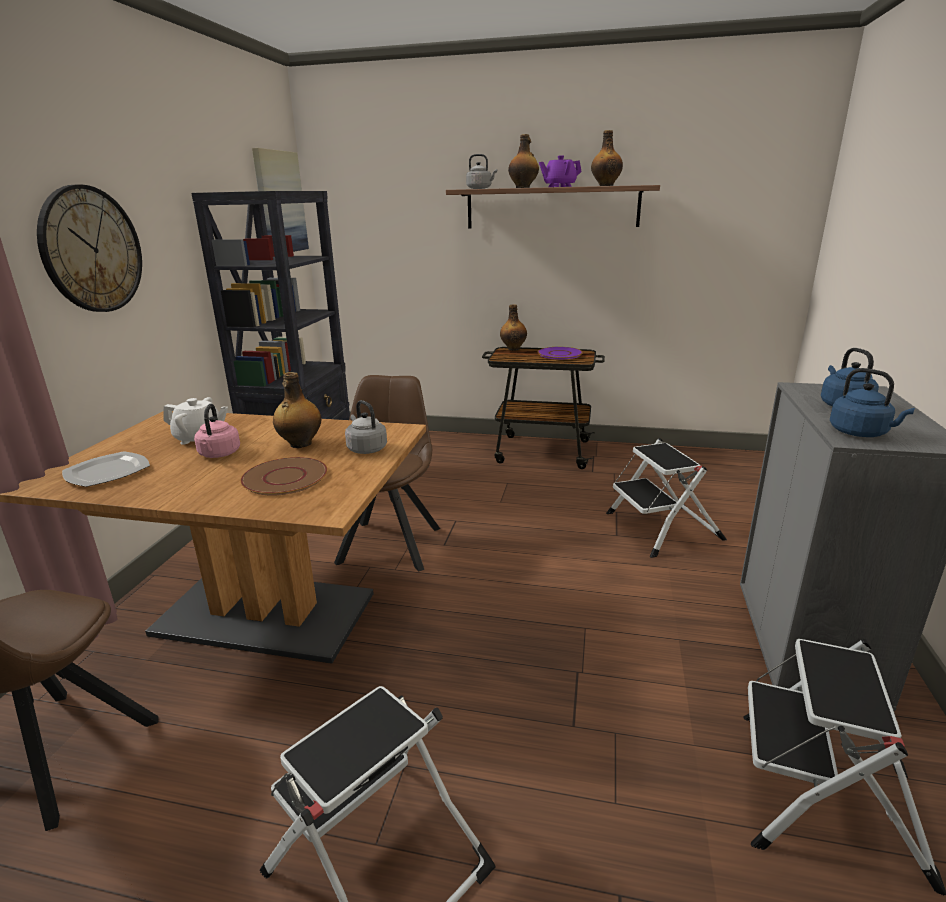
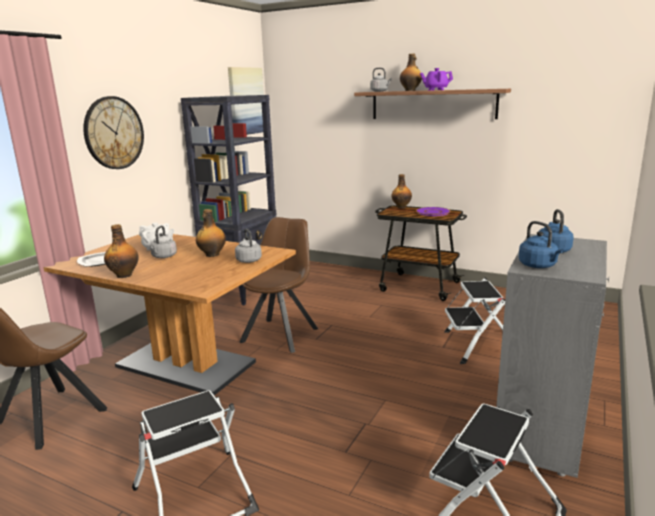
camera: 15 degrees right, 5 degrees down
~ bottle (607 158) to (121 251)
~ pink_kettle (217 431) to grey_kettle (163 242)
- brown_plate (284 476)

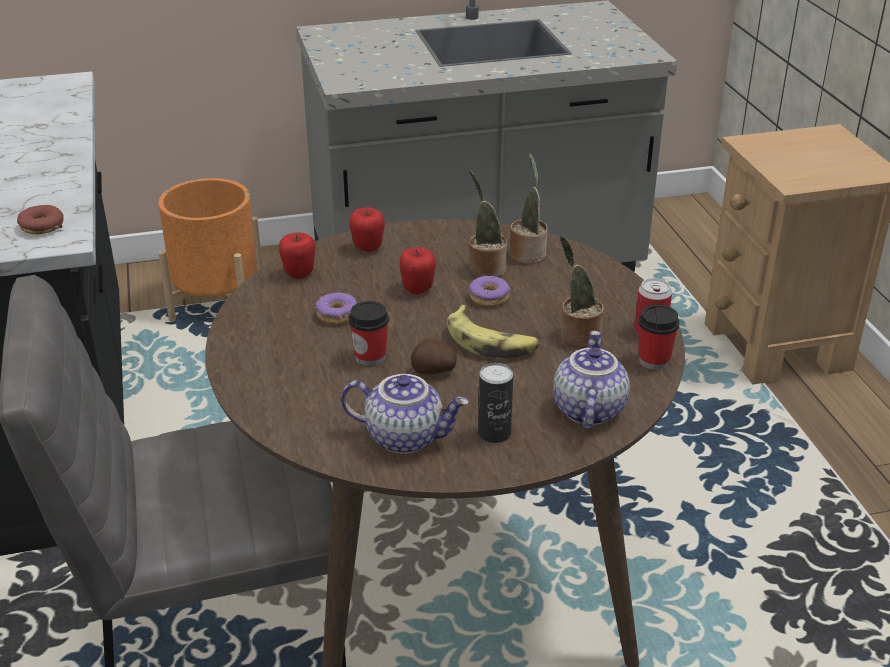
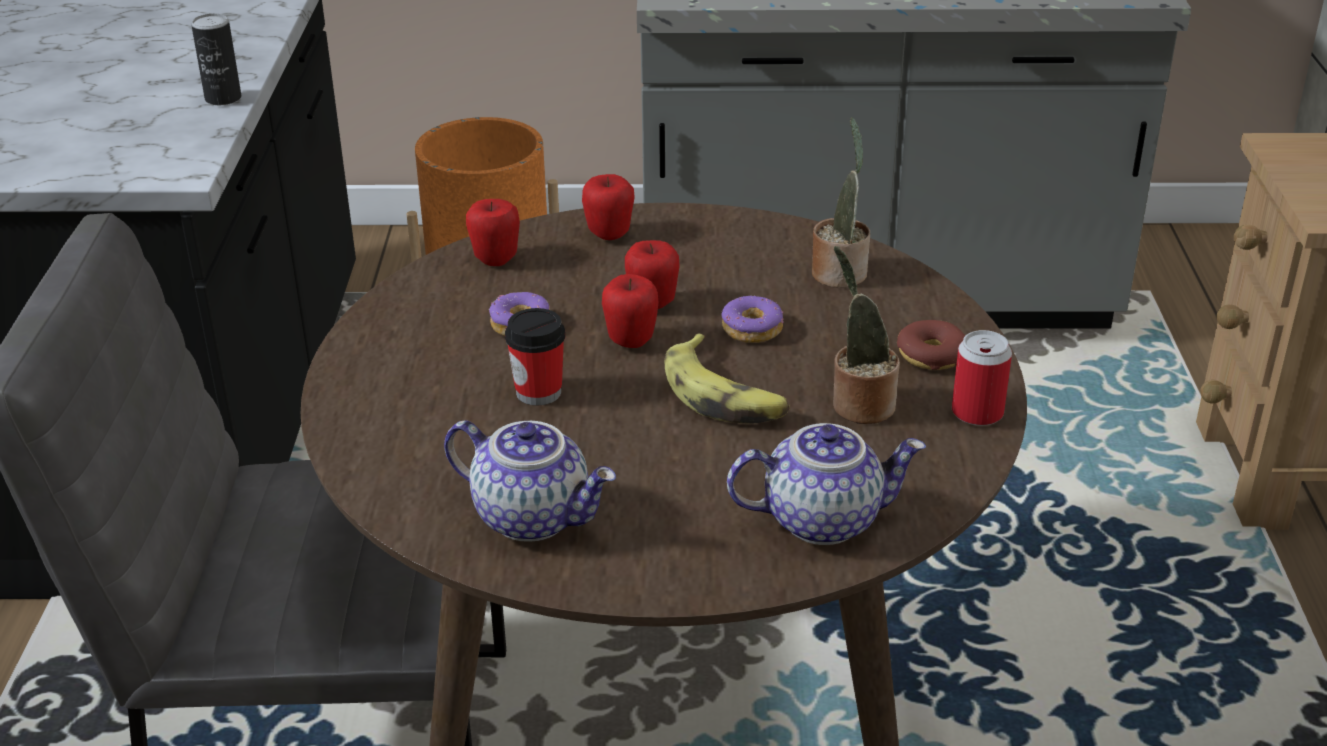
camera: 15 degrees right, 0 degrees up
- potted_plant (488 223)
~ donut (40 219) to (931 345)
- cup (659 337)
~ teapot (591 380) = (826 484) 60 degrees clockwise
- potato (434 356)
~ can (495 403) to (216 59)
+ apple (630 311)

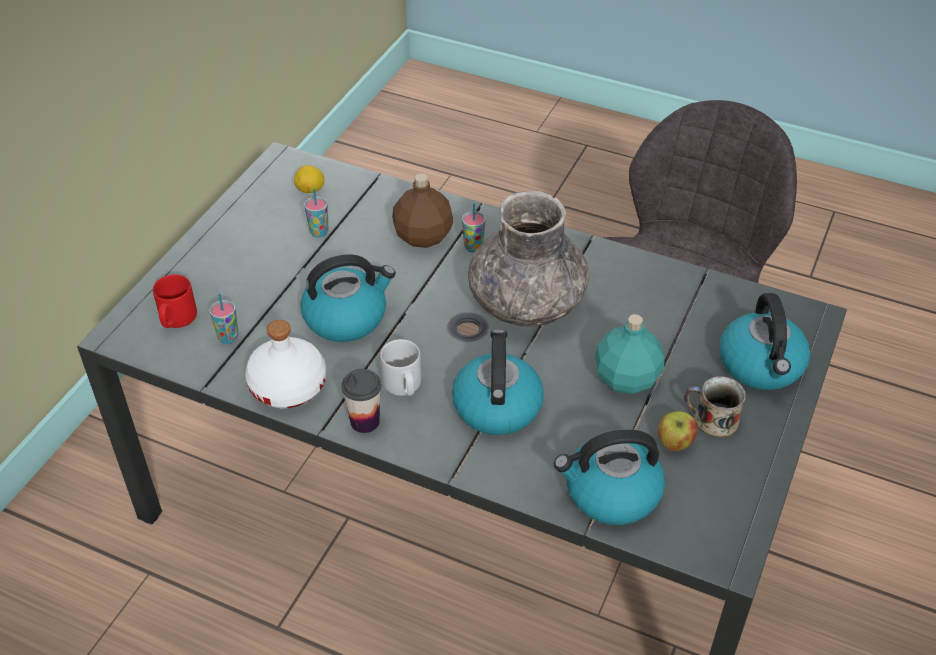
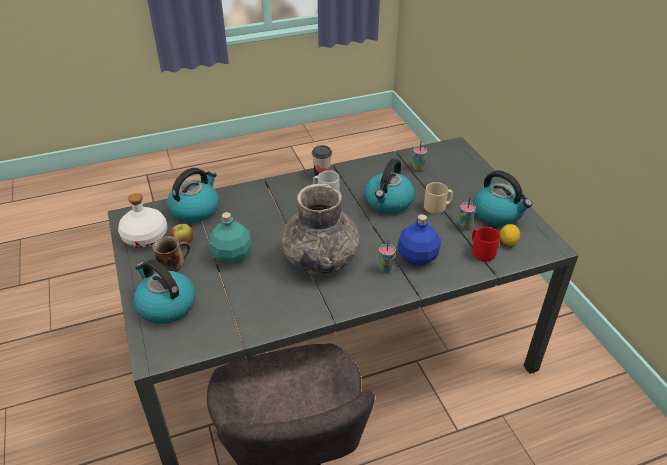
camera: 135 degrees right, 5 degrees down
~ brown_bottle (422 211) to blue_bottle (419 240)
~ red_mug (175 301) to (486 244)
~ white_bottle (285 364) to (142 220)
~ kettle (498 382) to (503 198)
+ beige_mug (438 198)

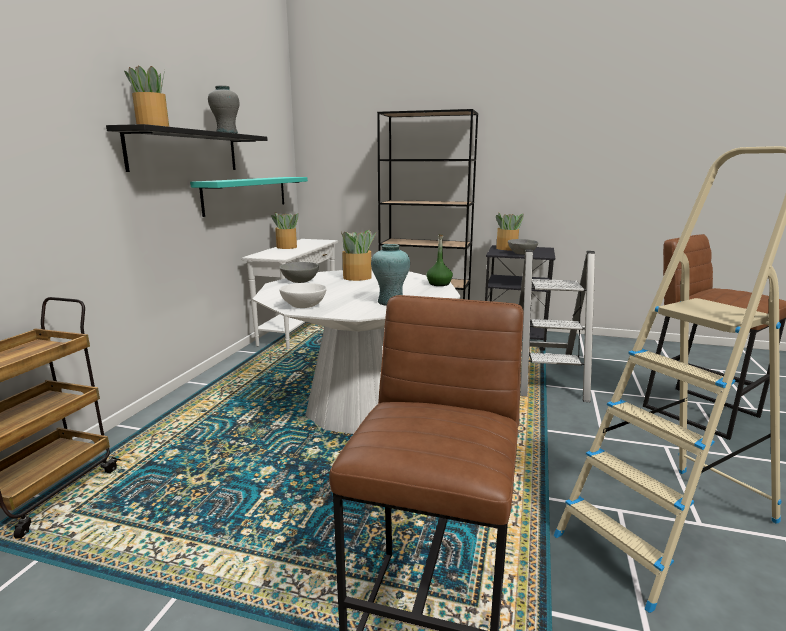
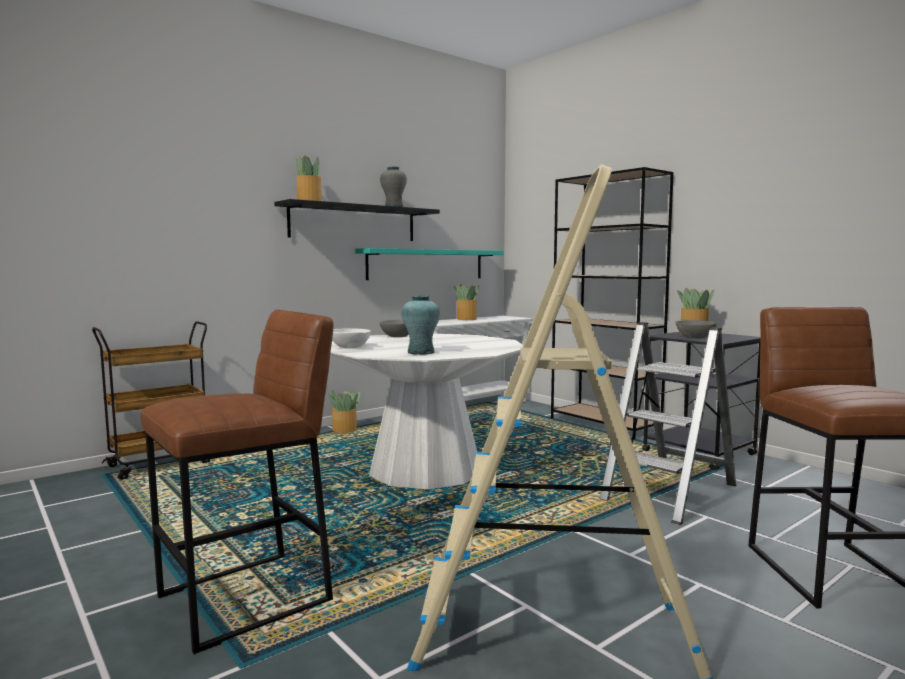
camera: 35 degrees right, 10 degrees down
~ potted_plant (359 255) to (344 411)
- green_bottle (439 260)

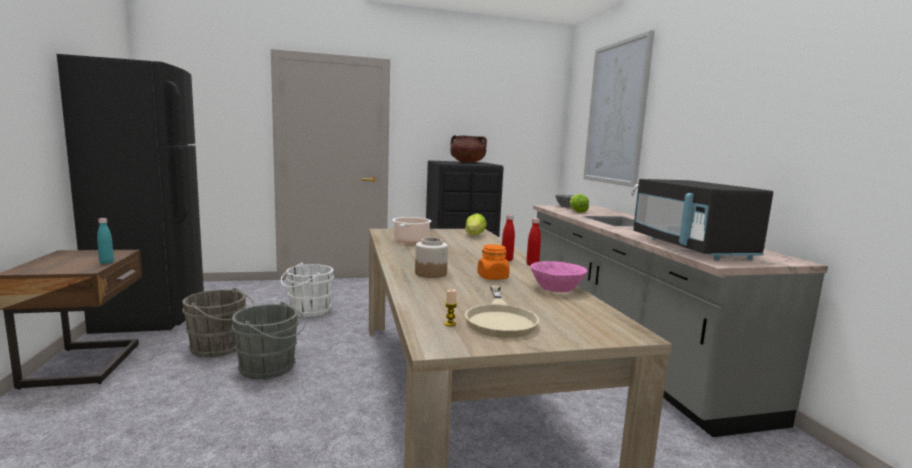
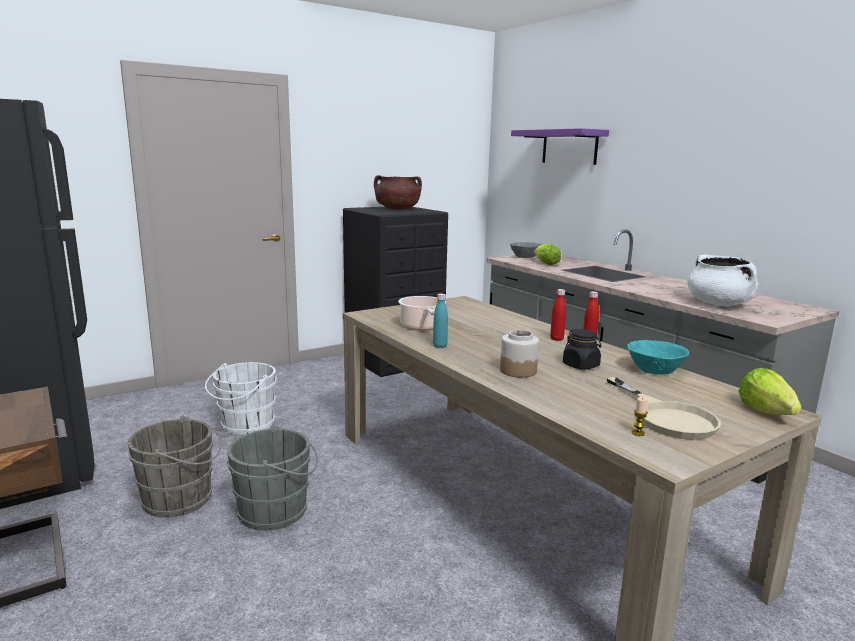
camera: 20 degrees left, 5 degrees up
~ picture (619 108) to purple_shelf (560 146)
~ black_microwave (703 220) to white_cooking_pot (723 281)
~ lettuce (476 224) to (769 391)
~ turquoise_bottle (105 241) to (440 321)
~ orange_jar (493 262) to black_jar (582 349)
~ pink_bowl (558 276) to turquoise_bowl (658 357)

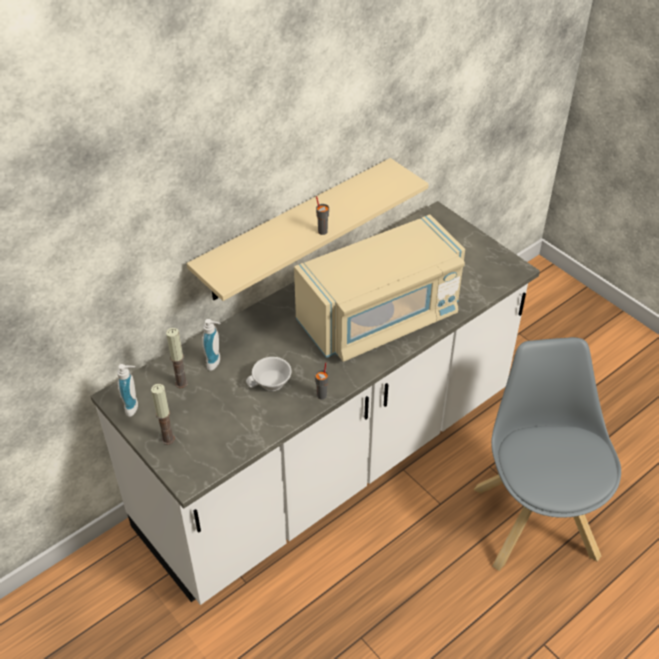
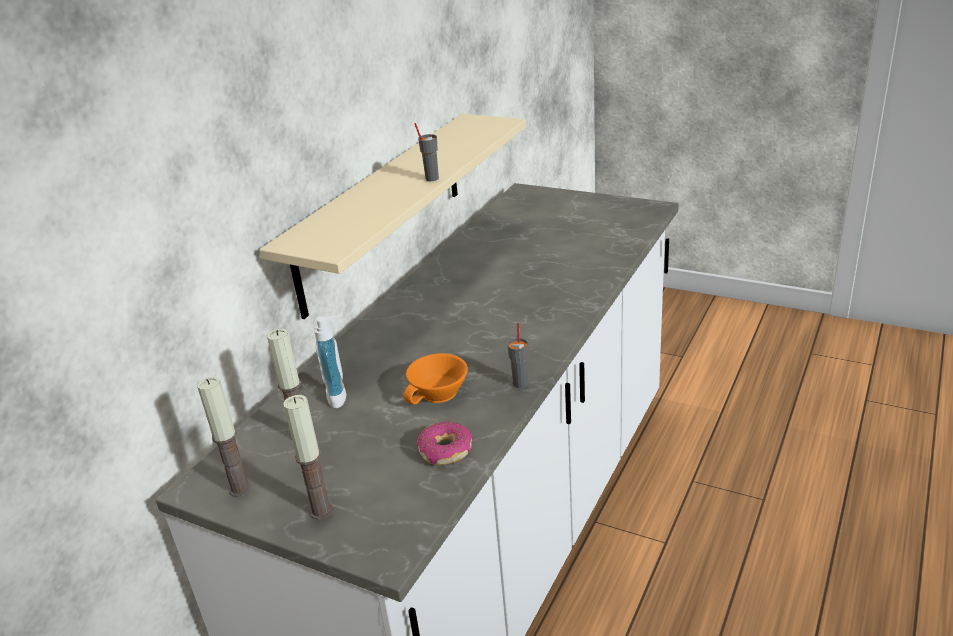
camera: 20 degrees left, 15 degrees down
- beige_microwave (379 288)
- grey_chair (547 454)
~ white_cup (269 374) to orange_cup (435 379)
~ soap_dispenser (127 390) to candle (224 436)
+ donut (445 443)

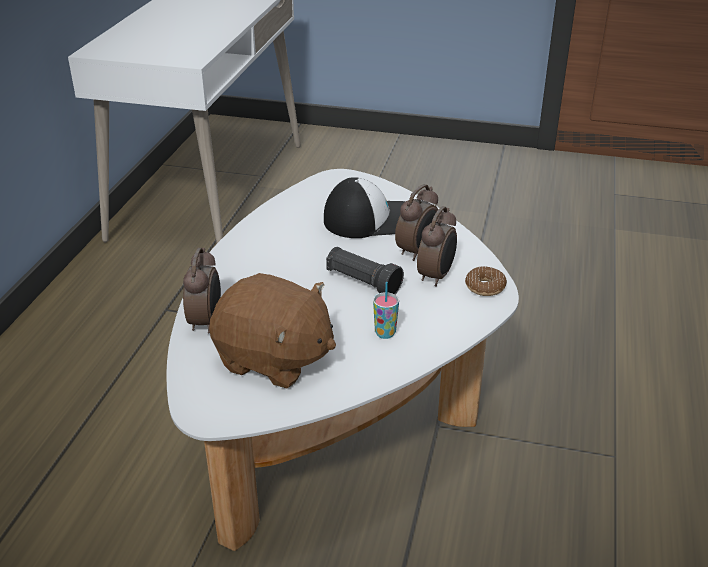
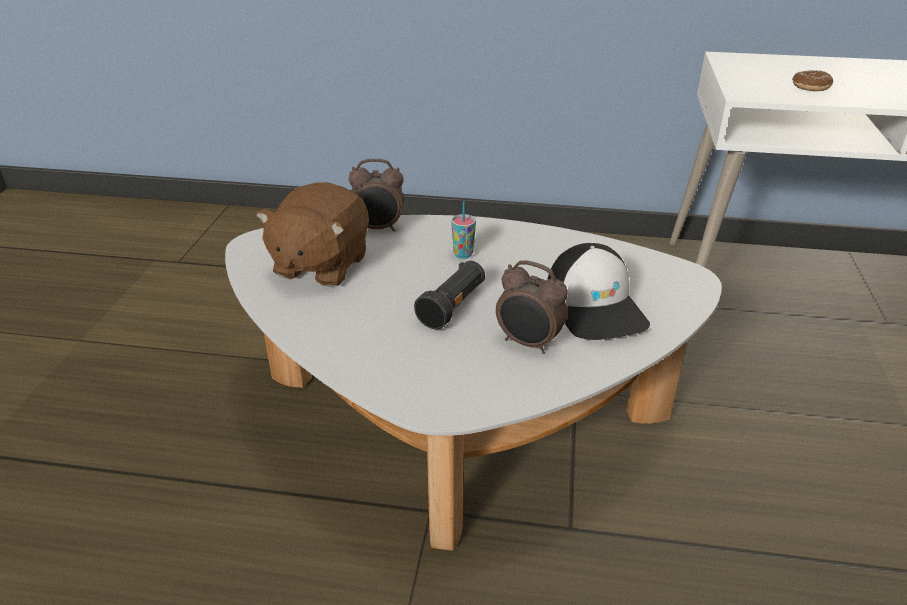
camera: 85 degrees right, 0 degrees up
- alarm_clock (437 246)
~ donut (486 281) to (813 80)
~ cup (386 310) to (463 230)

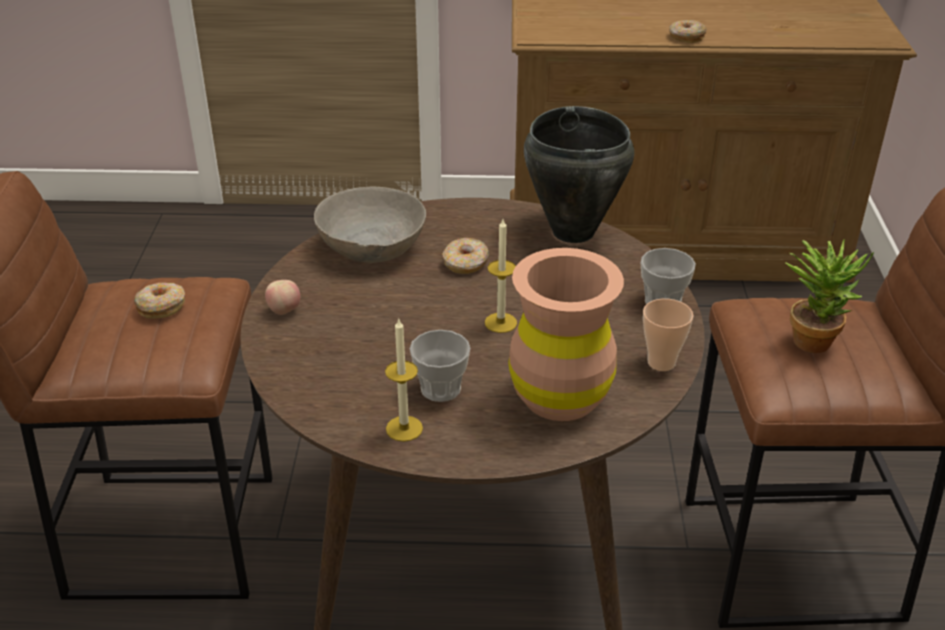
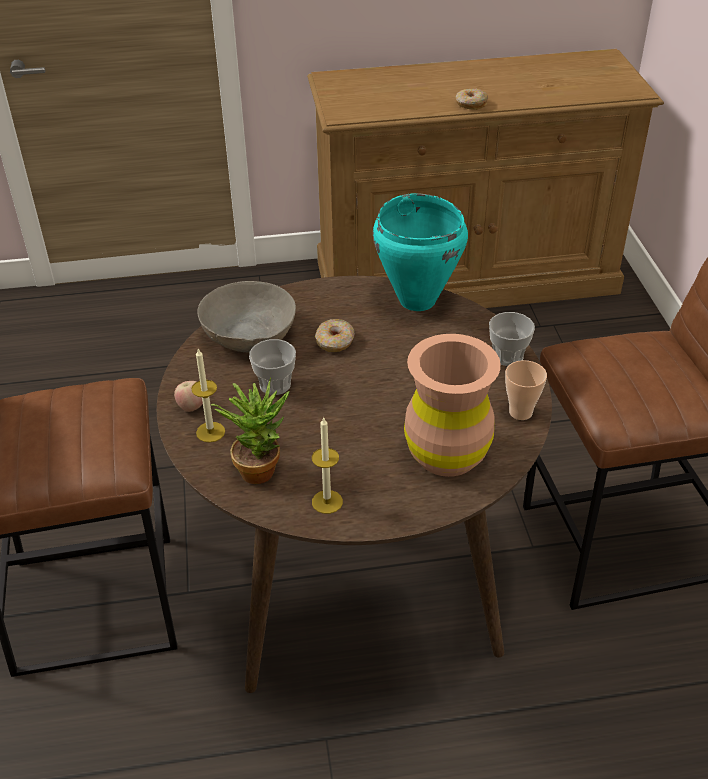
camera: 10 degrees left, 5 degrees up
~ black_cooking_pot (579 174) to turquoise_cooking_pot (420 252)
~ candle (501 276) to (208 396)
~ potted_plant (829 296) to (250 430)
- donut (159 301)
~ cup (440 366) to (272 367)

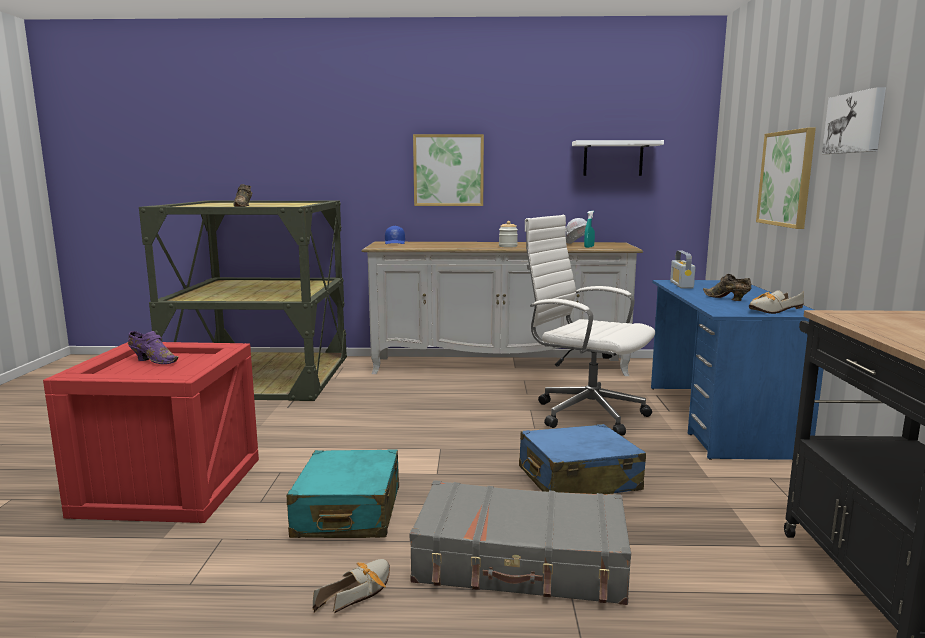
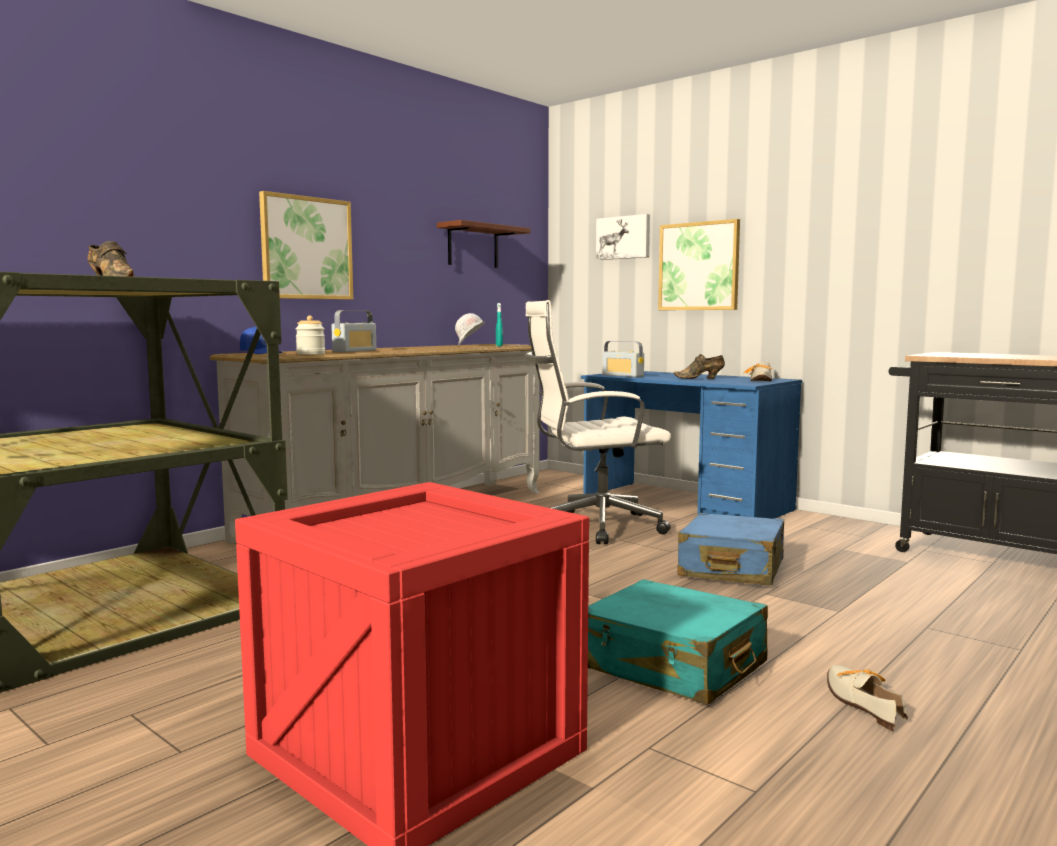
camera: 50 degrees left, 5 degrees down
~ picture (854 120) to (623 237)
~ white_shelf (618 158) to brown_shelf (484 244)
~ jar (508 234) to (310 335)
- purple_shoe (153 347)
- grey_suitcase (520 542)
+ radio (353 331)

